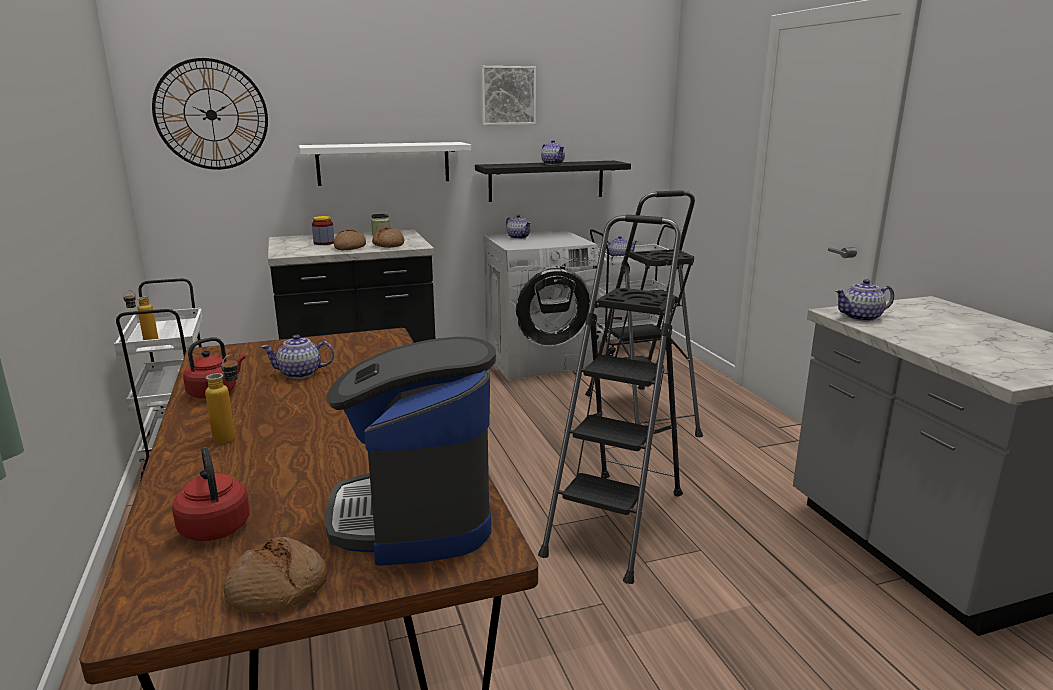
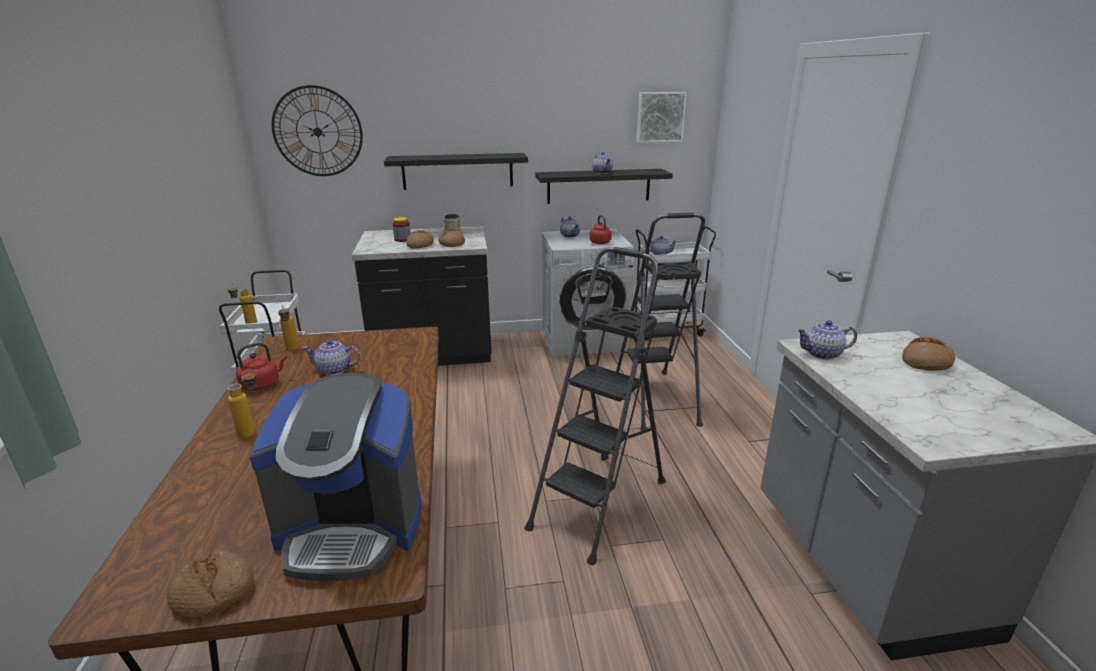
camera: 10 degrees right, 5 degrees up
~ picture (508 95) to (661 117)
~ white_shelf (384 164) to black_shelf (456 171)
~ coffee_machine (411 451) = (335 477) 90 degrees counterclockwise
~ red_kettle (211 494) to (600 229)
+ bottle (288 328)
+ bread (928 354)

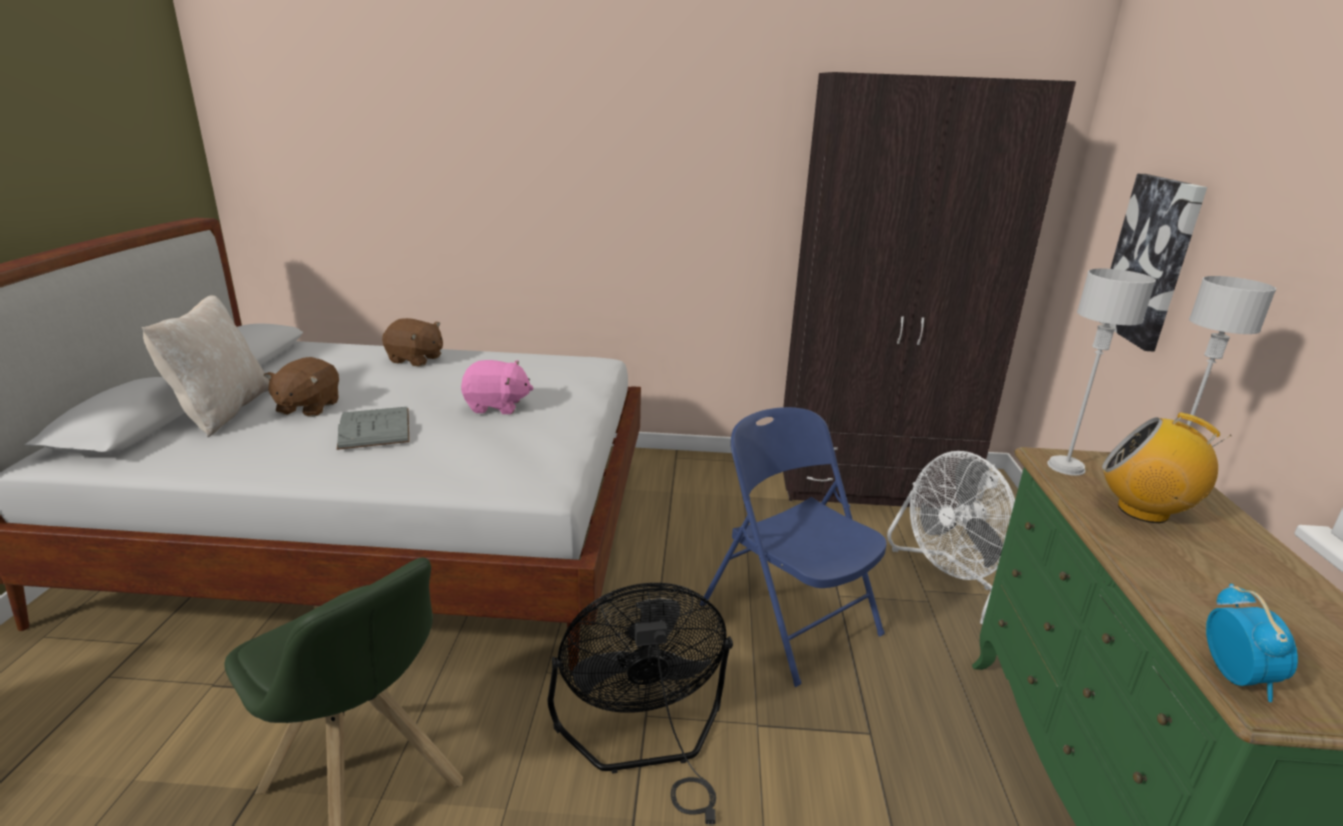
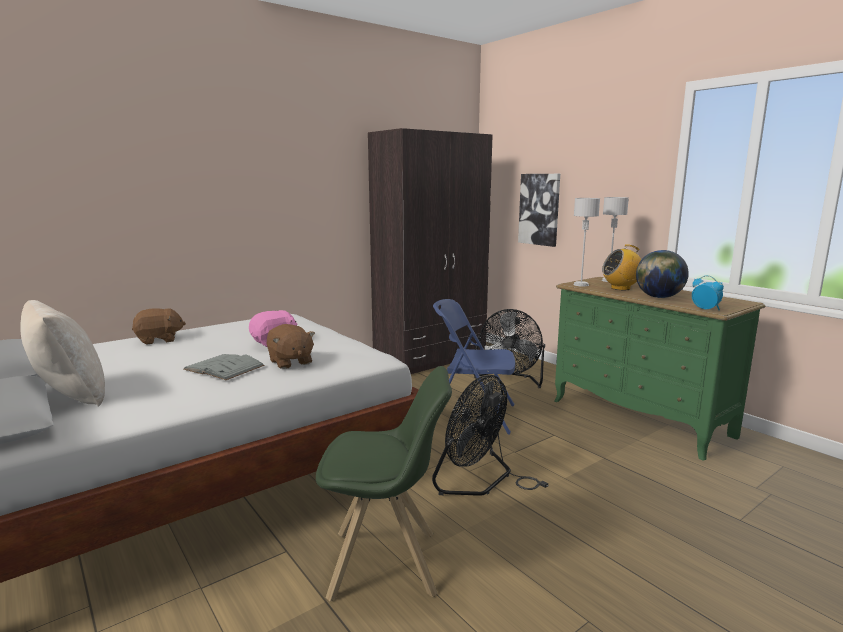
camera: 40 degrees left, 10 degrees down
~ brown_plush_toy (301 387) to (290 346)
~ white_fan (951 537) to black_fan (509 348)
+ globe (662 274)

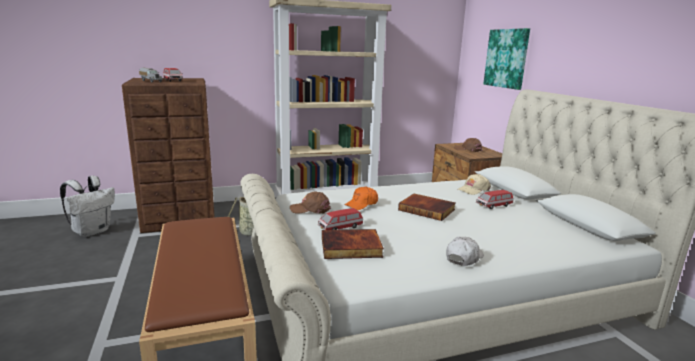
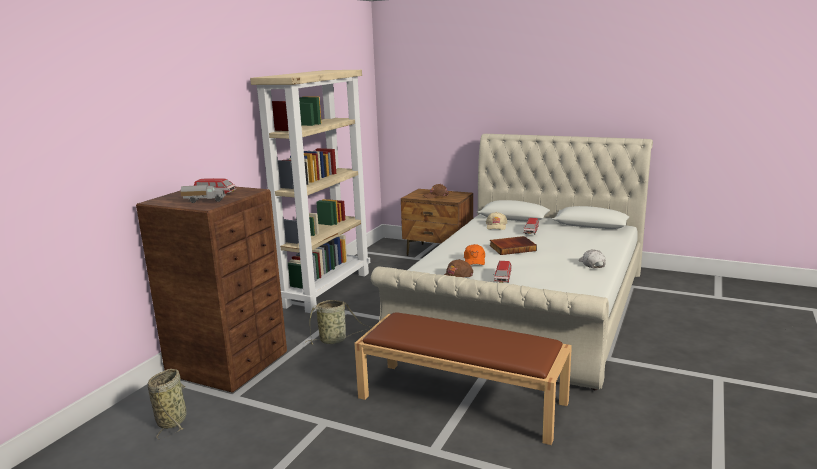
camera: 45 degrees left, 0 degrees up
- picture (506 59)
~ white_backpack (87 206) to basket (167 404)
- book (353 244)

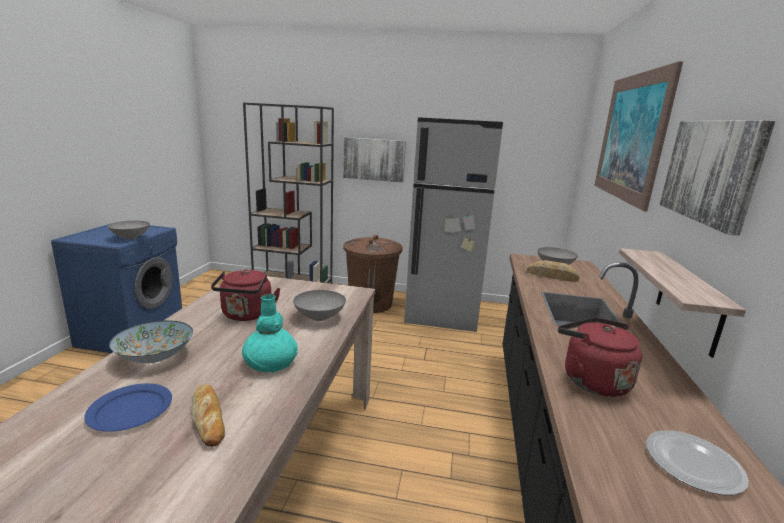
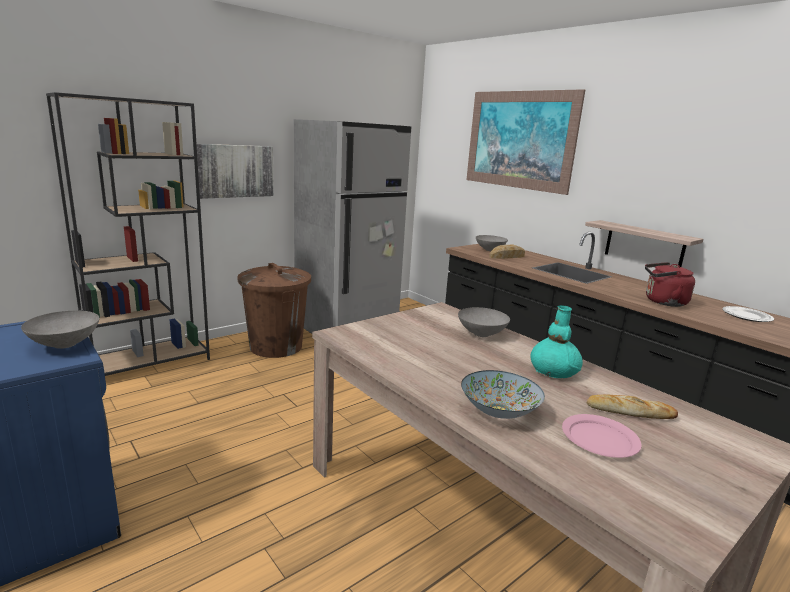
camera: 50 degrees left, 0 degrees up
- picture (717 178)
- red_kettle (246 295)
~ blue_plate (128 407) to pink_plate (602 436)

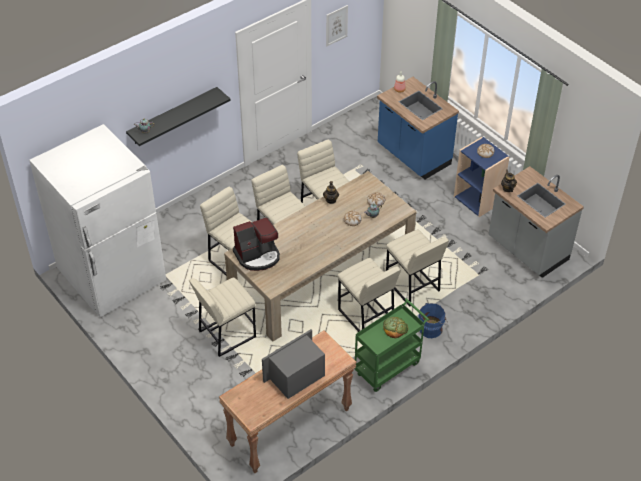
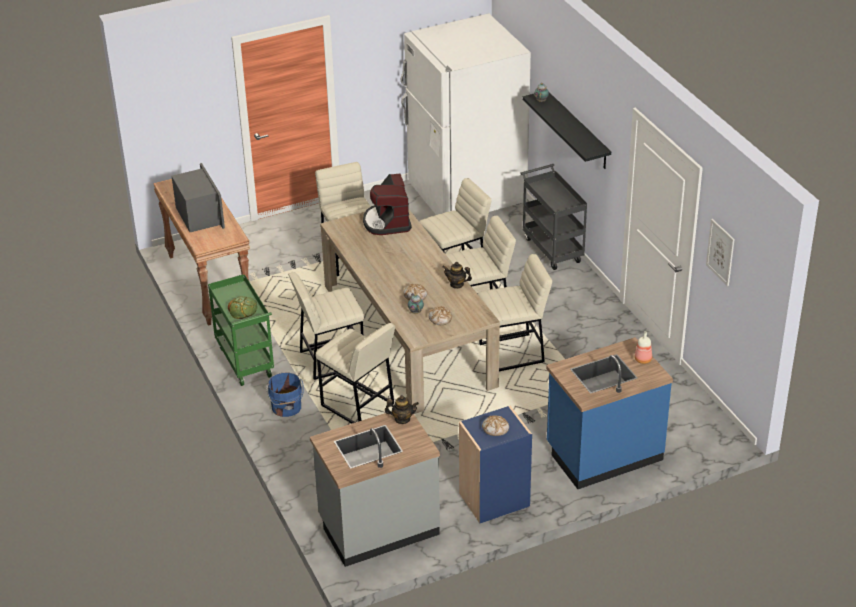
camera: 105 degrees right, 10 degrees down
~ beige_chair (417 268) = (355 373) 120 degrees counterclockwise
+ grey_cart (553 217)

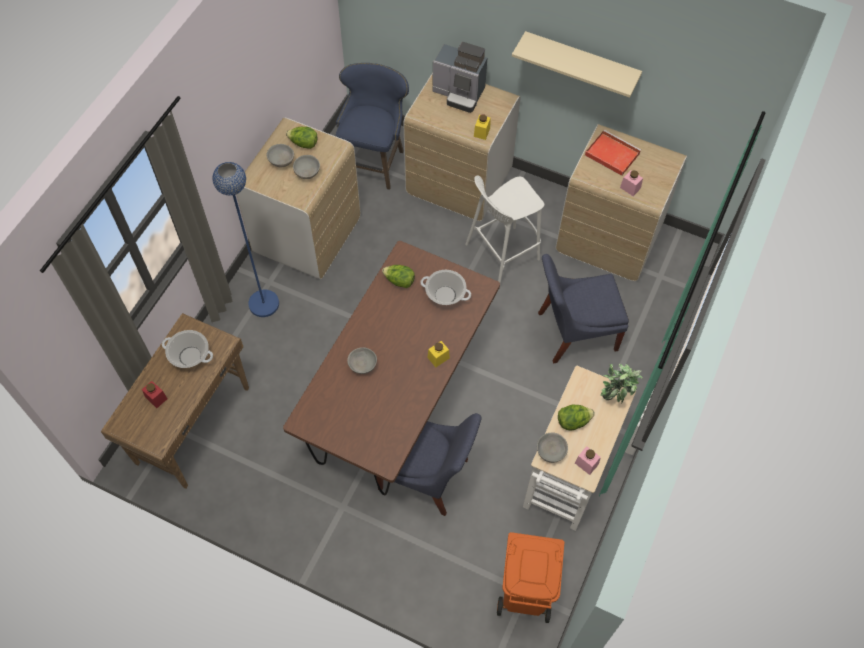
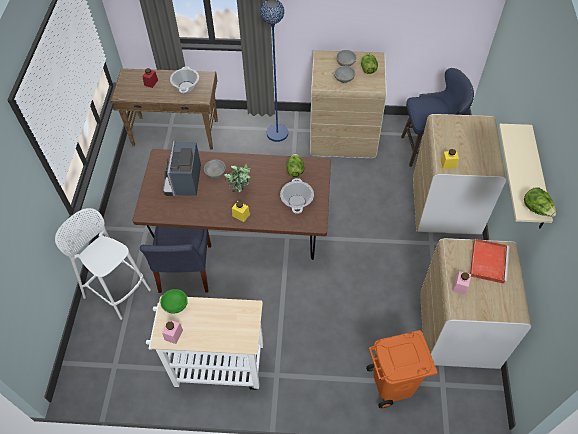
camera: 70 degrees right, 5 degrees down
~ coffee_machine (459 77) to (182 168)
~ white_stool (504 229) to (103 264)
- blue_chair (583 308)
~ potted_plant (621 384) to (237 178)
~ lettuce (576 417) to (540 202)
~ grey_bowl (552 447) to green_bowl (174 301)
~ orange_trash_can (531 577) to (401 369)

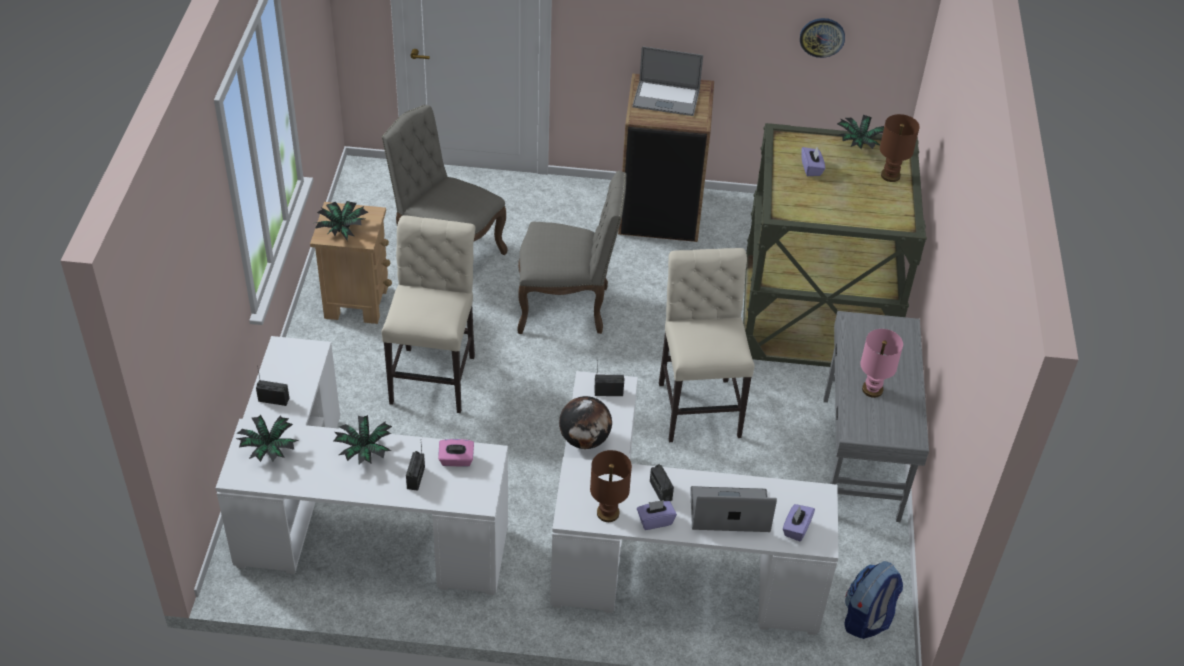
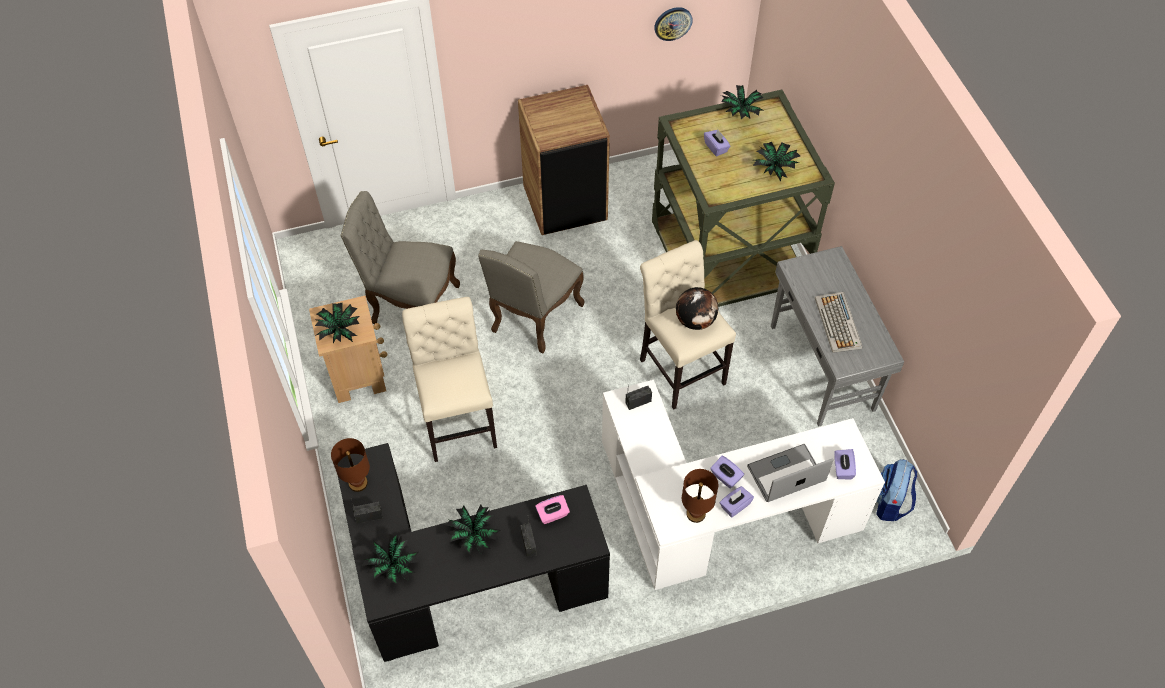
camera: 20 degrees left, 10 degrees up
- laptop (668 81)
~ brown_table_lamp (900 148) to (350 465)
~ grey_chair (571 252) = (531 297) 135 degrees clockwise
~ pink_table_lamp (881 363) to keyboard (839 322)
~ white_desk (362 465) to black_desk (473 552)
~ globe (585 422) to (697 308)
~ radio (662 482) to purple_tissue_box (727 472)
+ potted_plant (776 161)

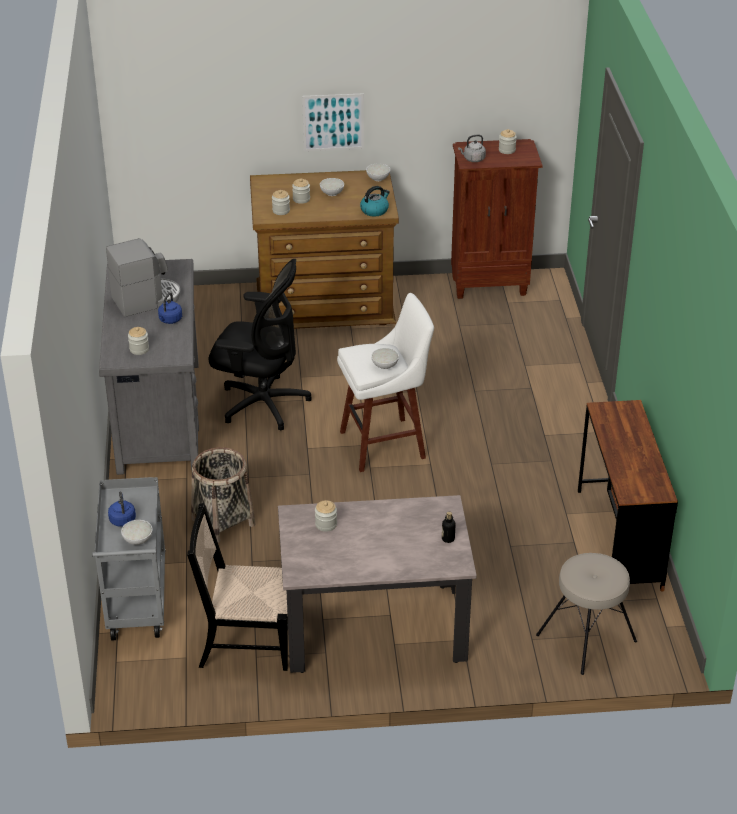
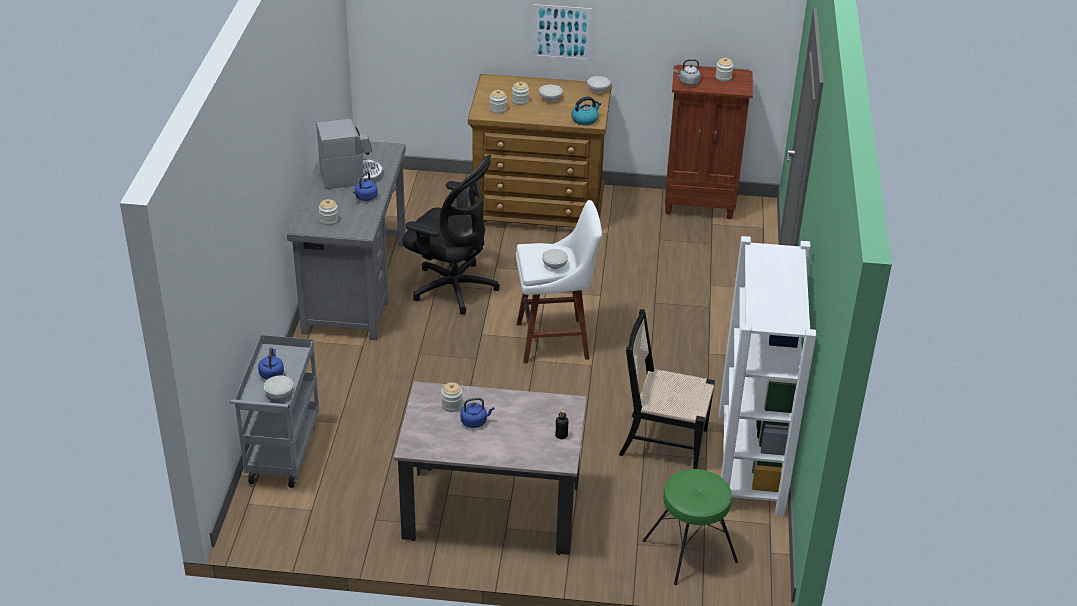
camera: 10 degrees right, 0 degrees up
~ brown_desk (628 496) to white_bookcase (767 376)
- basket (223 495)
~ chair (237 587) to (667 389)
~ beige_stool (586 614) to green_stool (690 527)
+ blue_kettle (478 413)

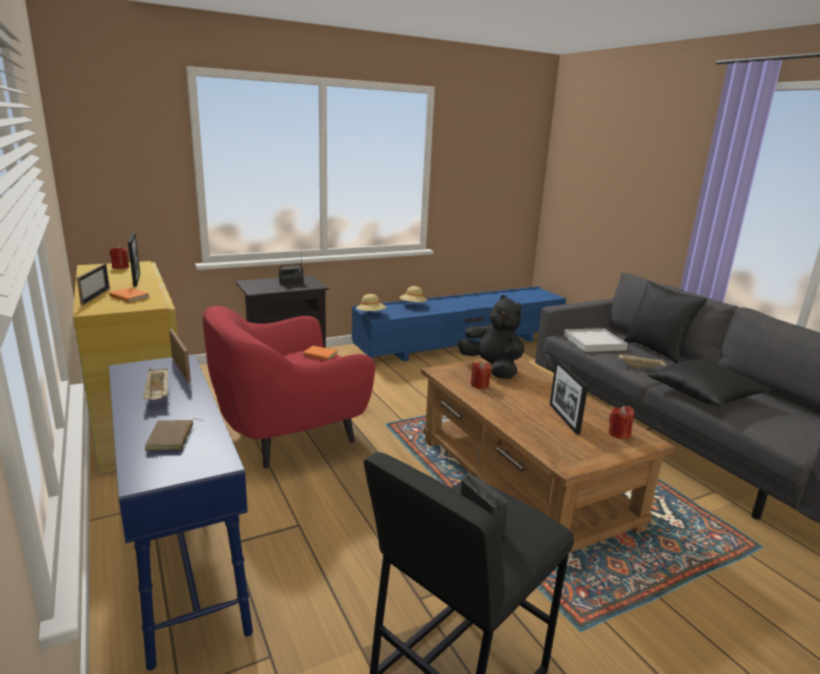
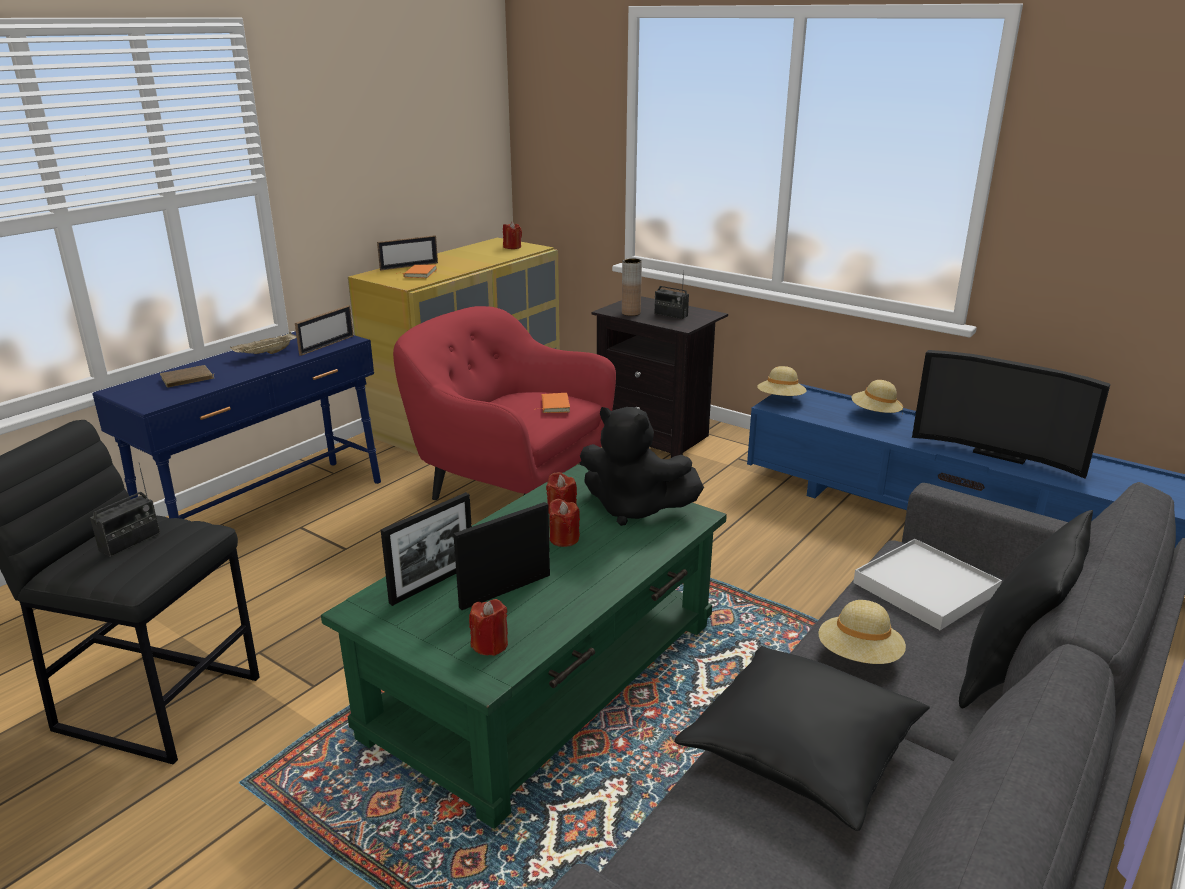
camera: 65 degrees right, 5 degrees up
~ picture_frame (134 259) to (426 549)
~ black_plush_toy (491 337) = (642 466) 90 degrees clockwise
~ beige_tray (643 361) to beige_hat (862 632)
~ brown_coffee_table (548 455) to green_coffee_table (524 646)
+ brown_vase (632 287)
+ television (1011 414)
+ red_candle (564 523)

